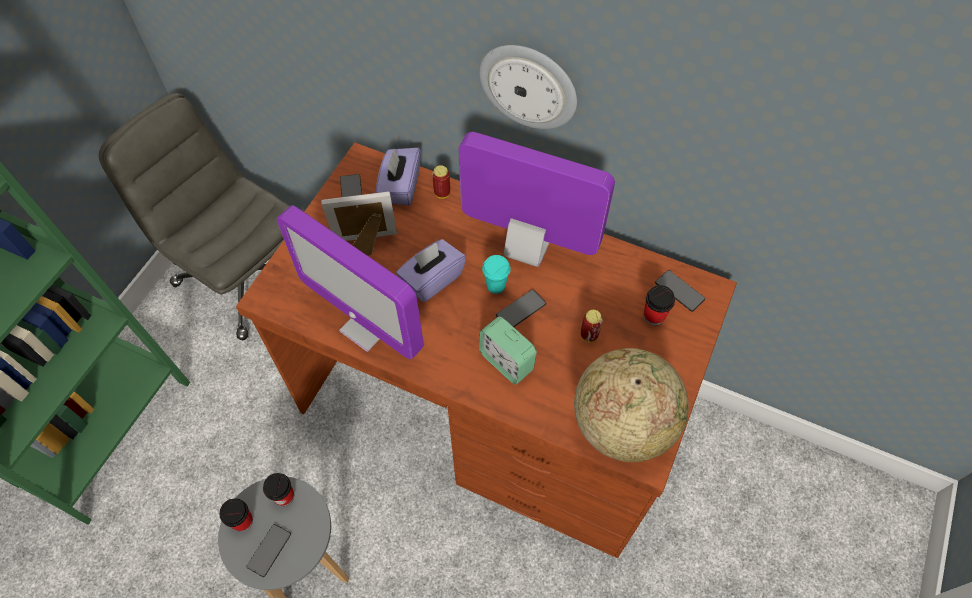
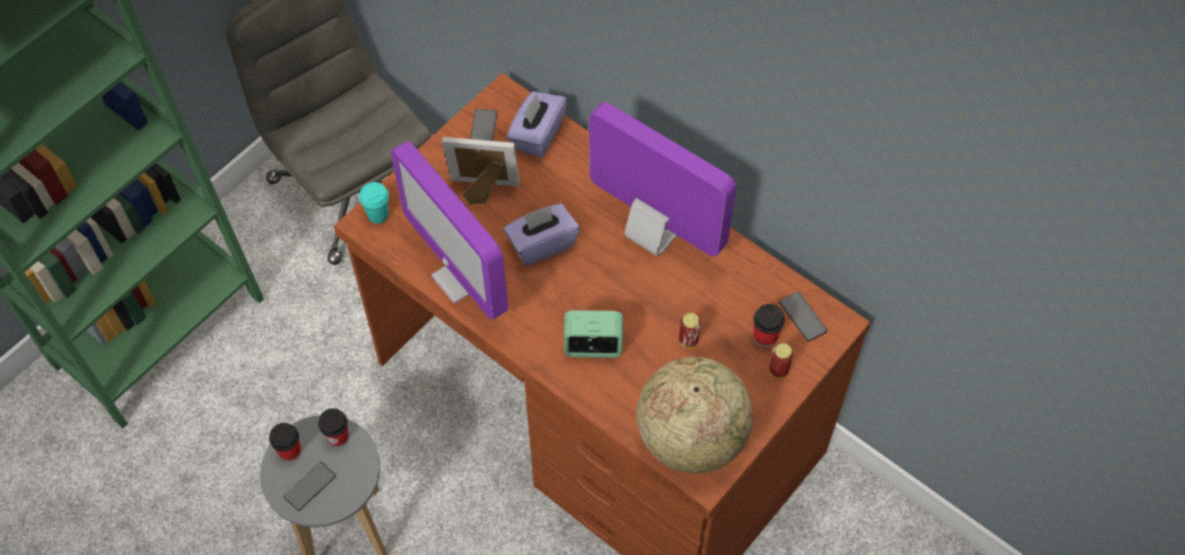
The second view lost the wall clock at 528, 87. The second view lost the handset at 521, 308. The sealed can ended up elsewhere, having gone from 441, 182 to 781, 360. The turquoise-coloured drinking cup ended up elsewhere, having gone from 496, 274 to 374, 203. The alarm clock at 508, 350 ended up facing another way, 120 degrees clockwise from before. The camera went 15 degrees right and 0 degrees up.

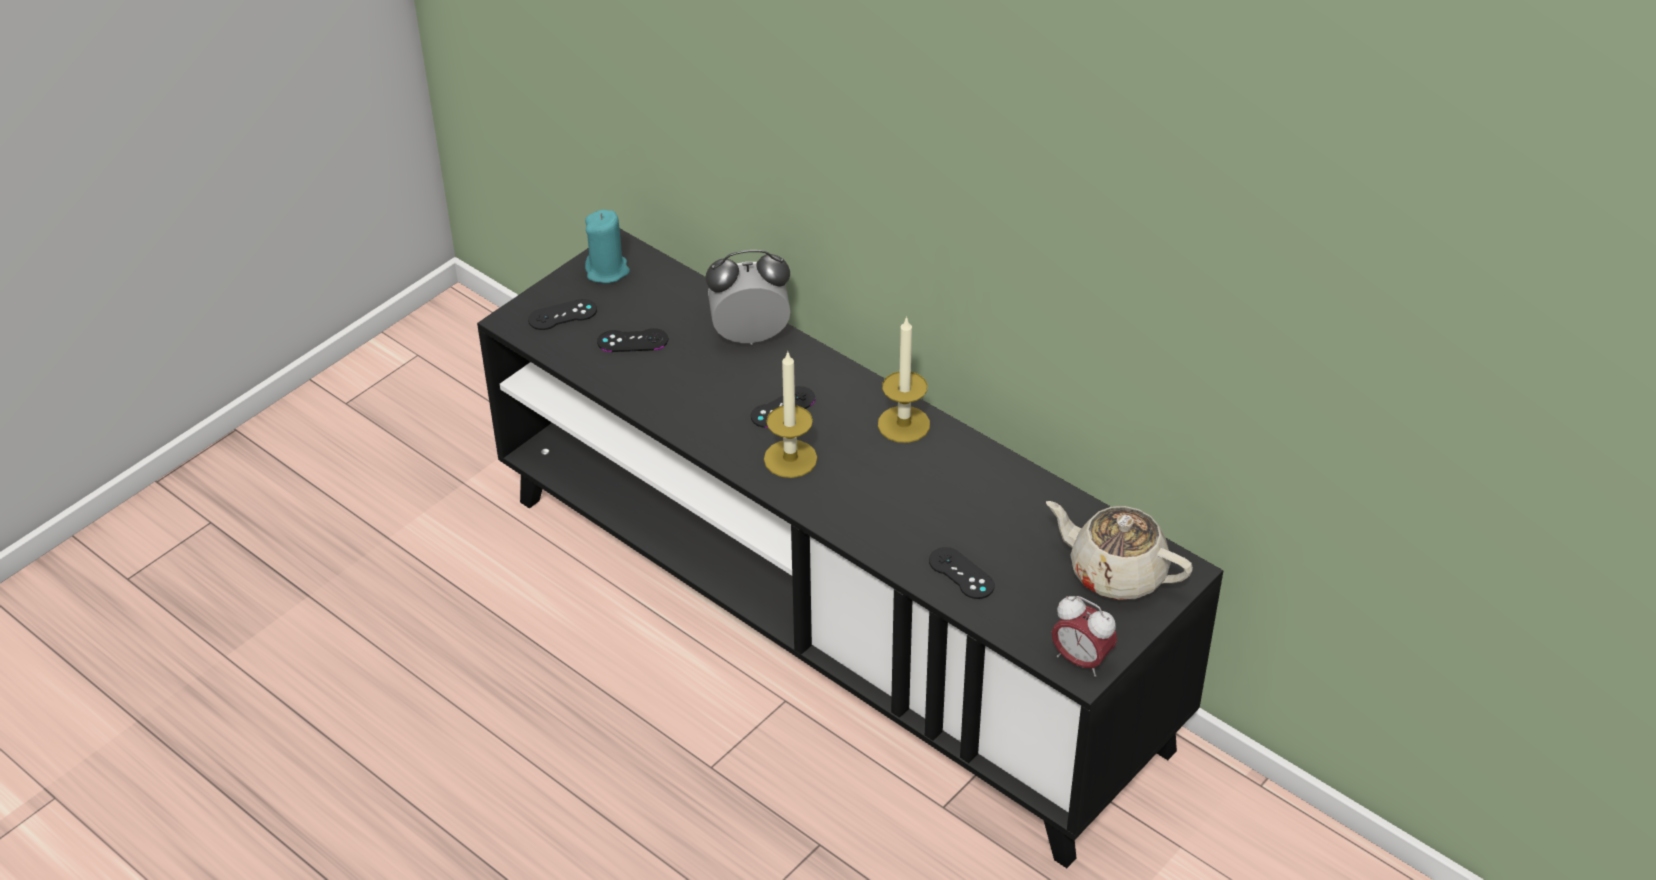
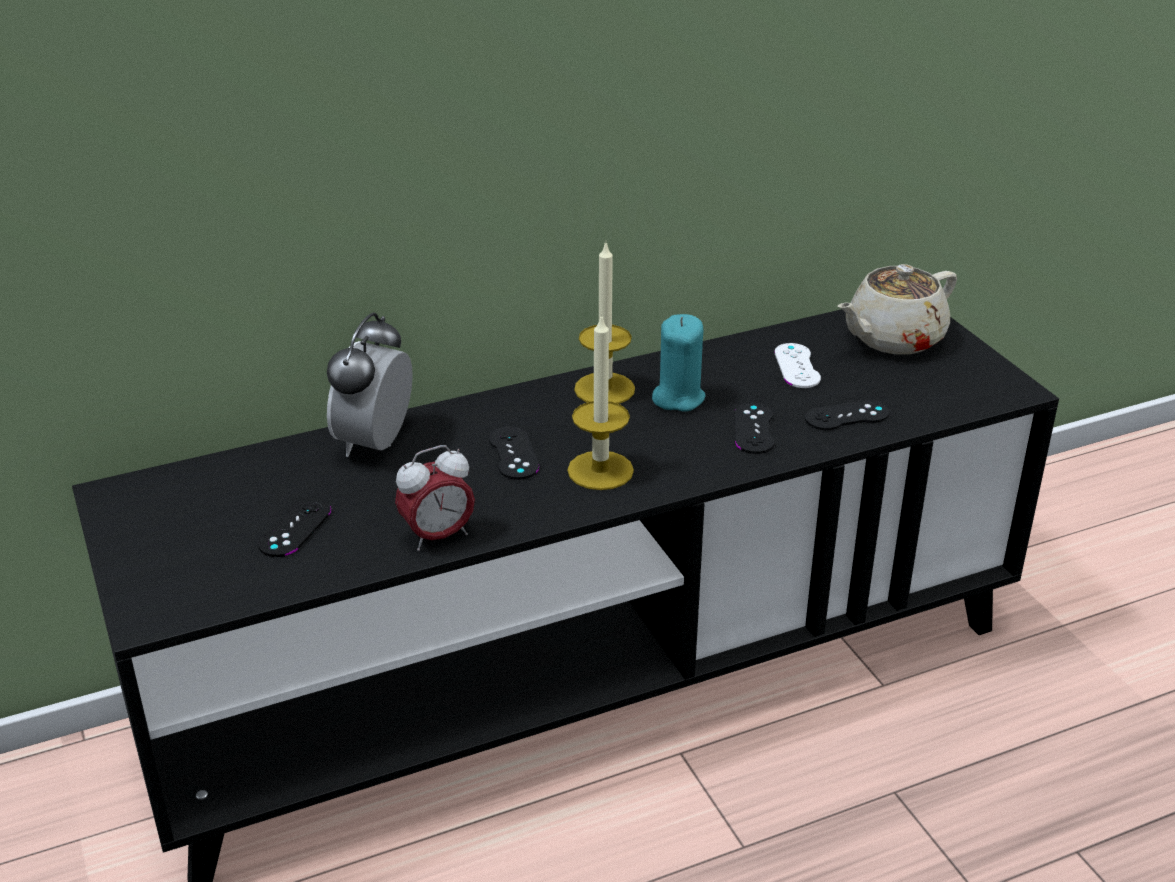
The second view gained the whitish game controller at 797, 365. The black-coloured game controller ended up elsewhere, having gone from 562, 314 to 754, 428. The turquoise-coloured wax light ended up elsewhere, having gone from 607, 246 to 679, 363. The alarm clock ended up elsewhere, having gone from 1084, 636 to 435, 498. The camera went 65 degrees left and 10 degrees down.

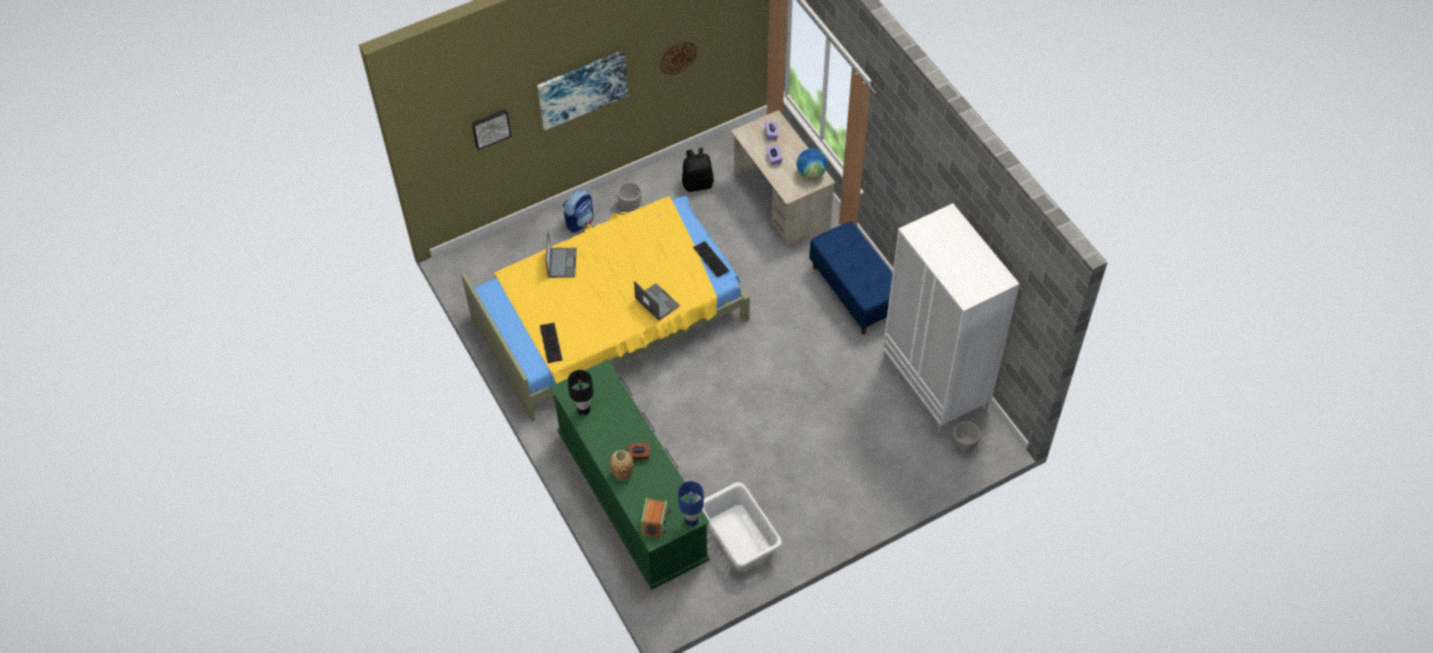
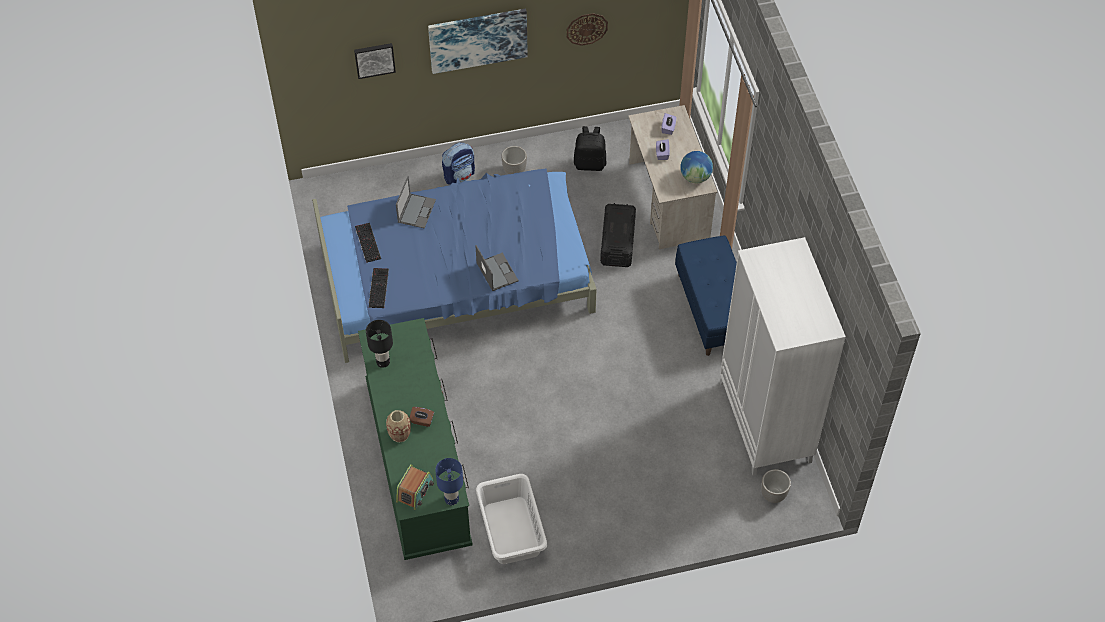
The second view gained the black-coloured storage bin at 618, 235. The keyboard ended up elsewhere, having gone from 711, 259 to 368, 243. What was the yellow bedroom bed at 605, 308 turned into the blue bedroom bed at 454, 265. The camera went 15 degrees right and 0 degrees up.

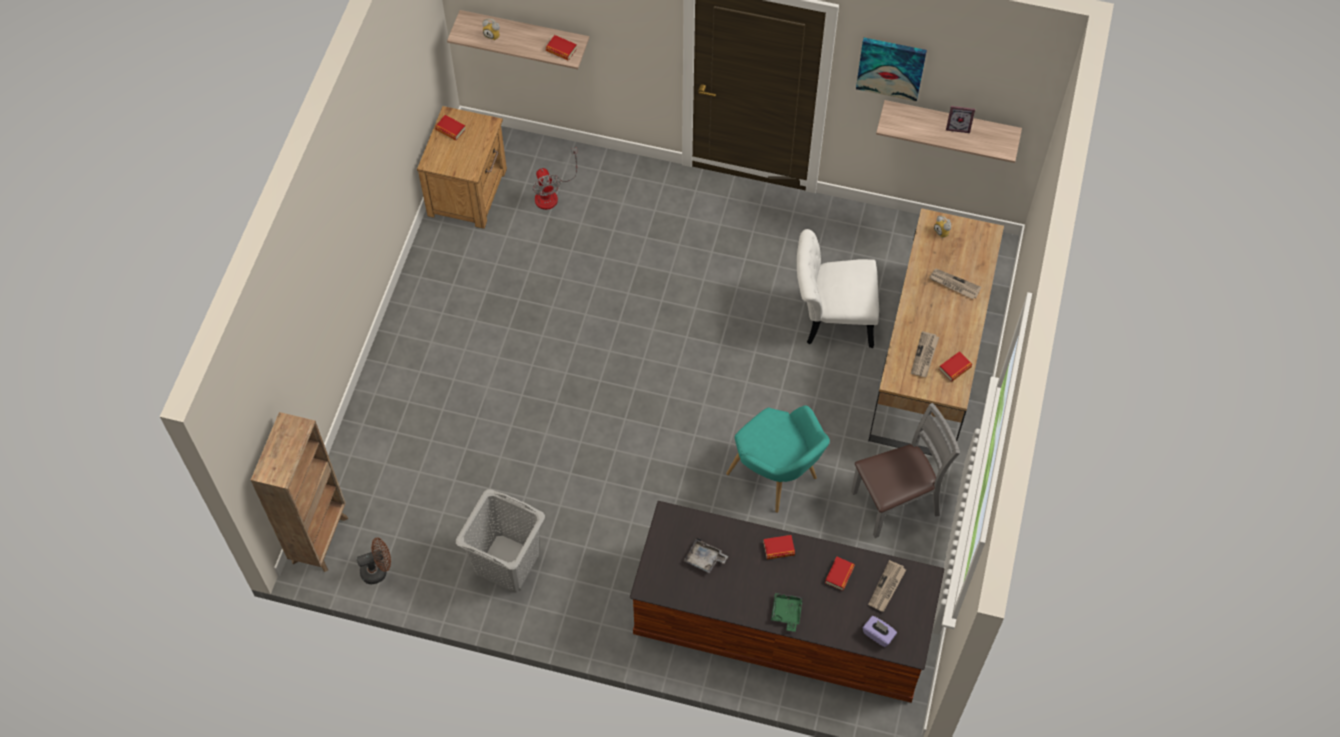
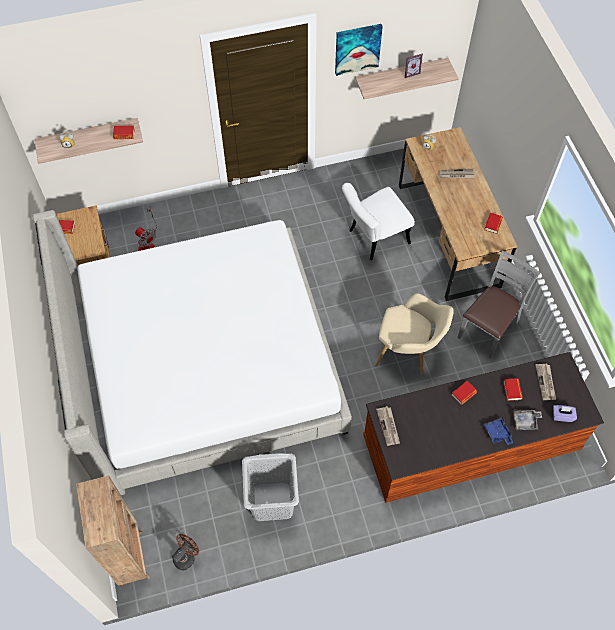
The second view gained the bedroom bed at 192, 352. The greyish carrying tray ended up elsewhere, having gone from 706, 555 to 527, 420. The printed paper ended up elsewhere, having gone from 925, 354 to 388, 426. What was the turquoise-coloured lounge chair at 778, 459 turned into the sand-coloured lounge chair at 414, 333. What was the greenish carrying tray at 787, 612 turned into the blue carrying tray at 498, 431. The camera went 30 degrees left and 0 degrees up.

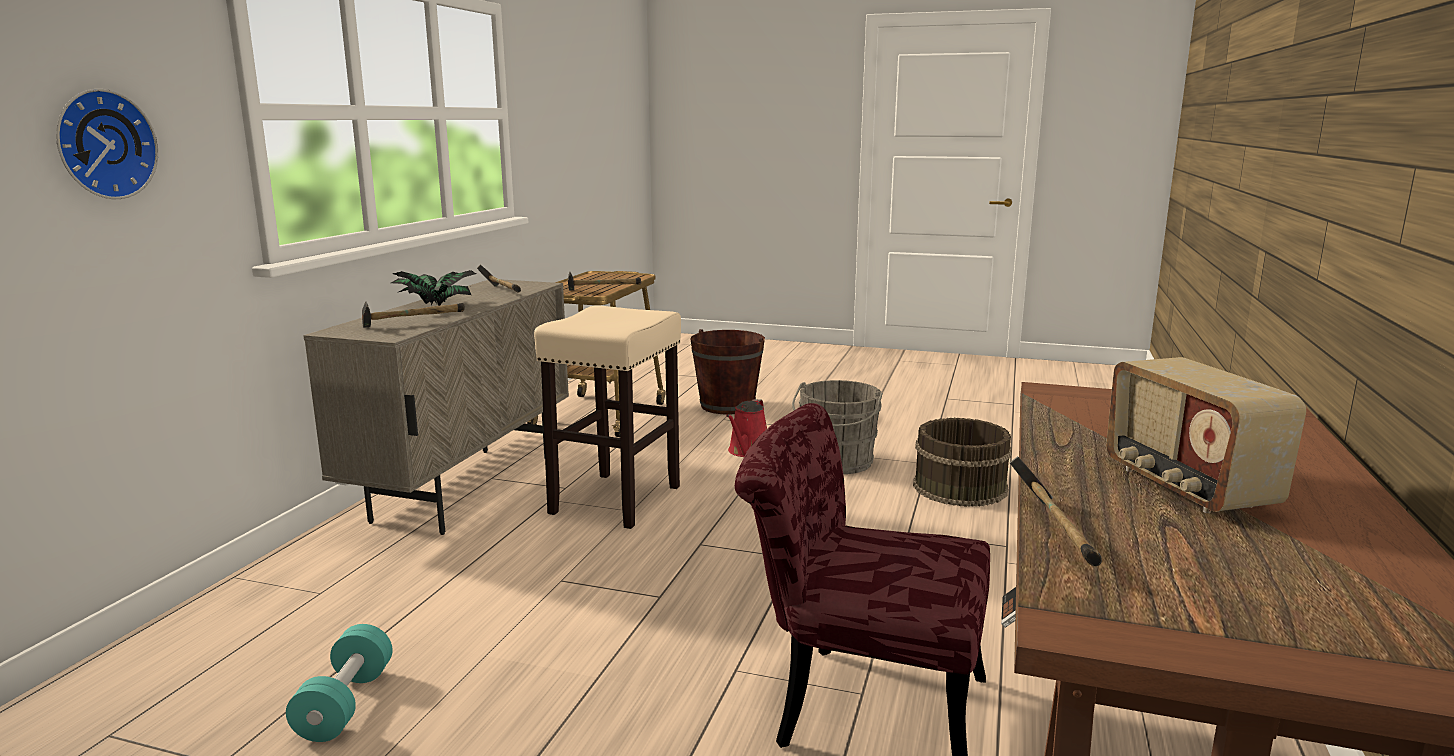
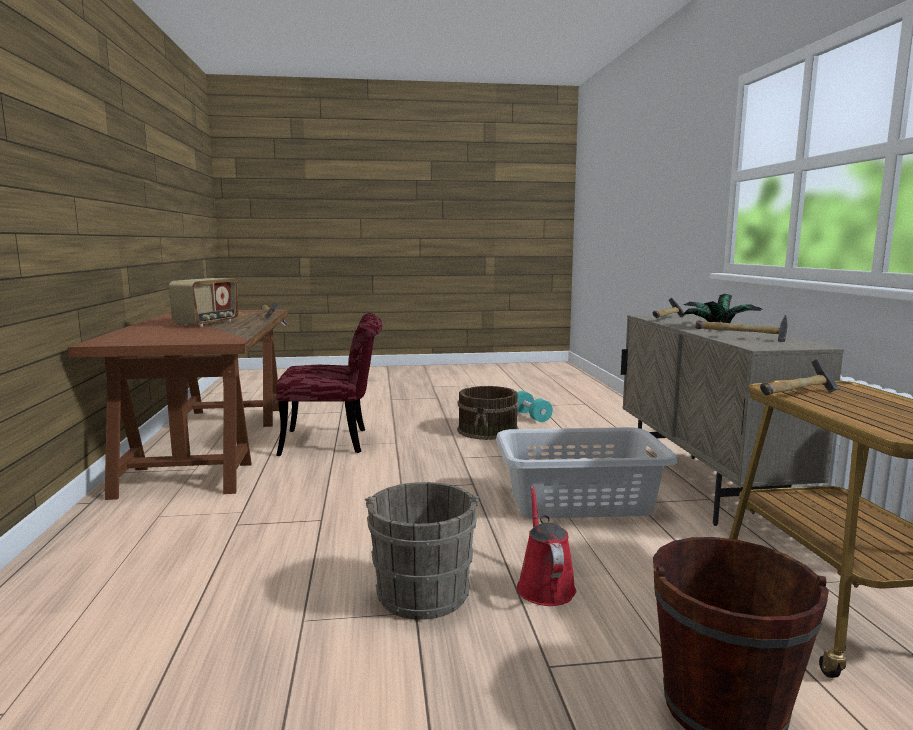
The second view lost the wall clock at 107, 144. The brown-coloured water bucket ended up elsewhere, having gone from 962, 462 to 488, 413. Where the sand-coloured stool seat stood at 607, 417, the greyish washing basket came to stand at 587, 473. The radio set at 1206, 435 ended up facing another way, 60 degrees clockwise from before. The camera went 155 degrees right and 5 degrees down.

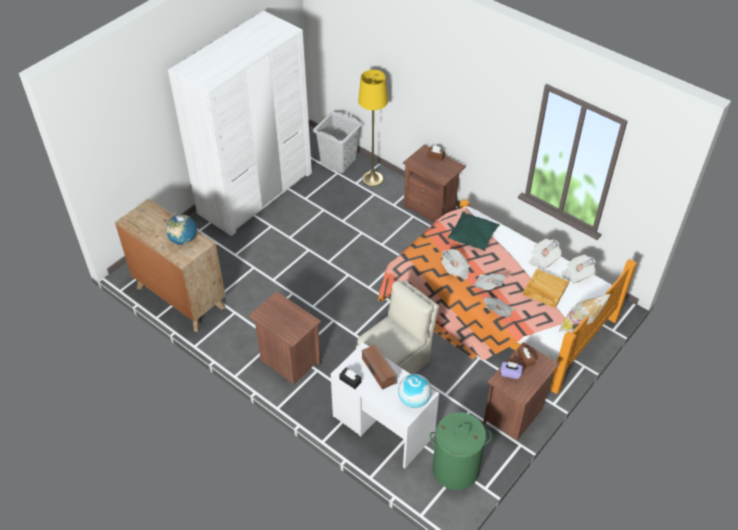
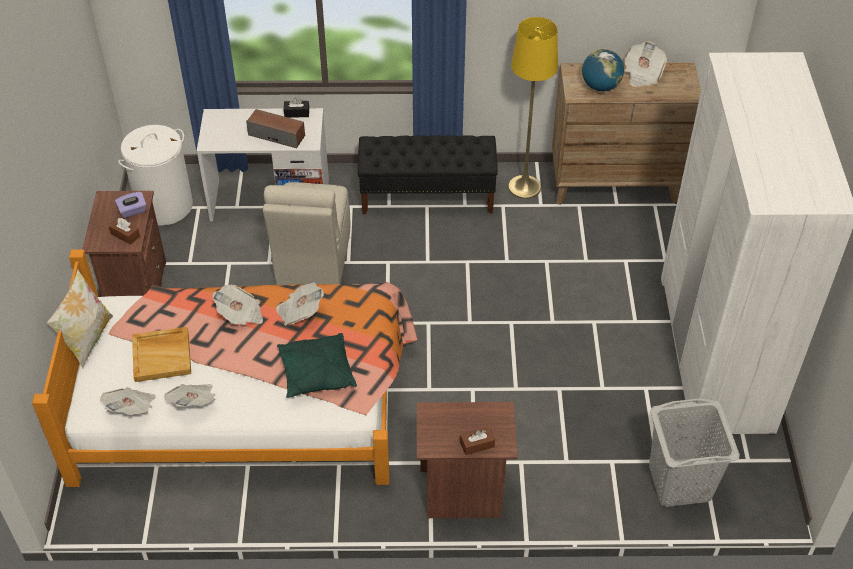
The second view lost the world globe at 415, 391. The yellow standard lamp ended up elsewhere, having gone from 373, 128 to 533, 108. The printed paper ended up elsewhere, having gone from 499, 307 to 645, 64. Where the brown-coloured bedside table stood at 284, 337, the black-coloured bench came to stand at 428, 174. What was the greenish washing basket at 461, 451 turned into the whitish washing basket at 155, 175. The camera went 140 degrees right and 0 degrees up.

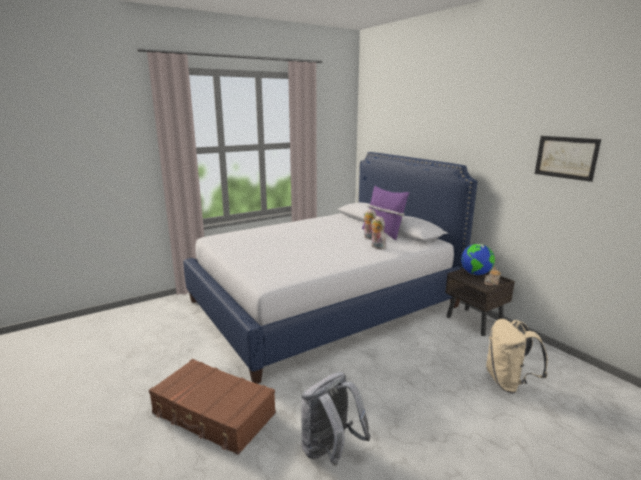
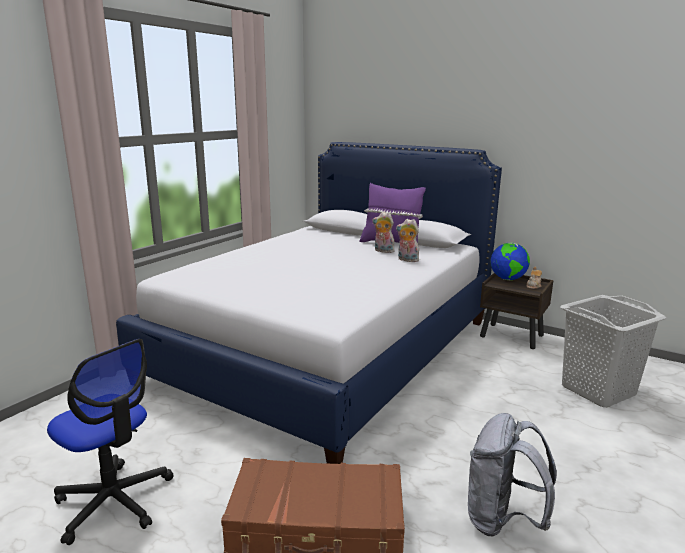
The second view lost the wall art at 568, 159. The second view gained the office chair at 110, 442. Where the sand-coloured backpack stood at 517, 356, the greyish washing basket came to stand at 613, 351. The camera went 25 degrees left and 0 degrees up.

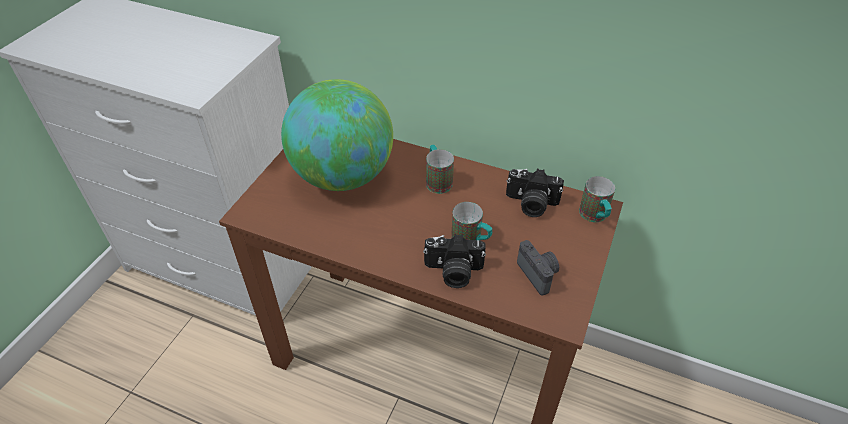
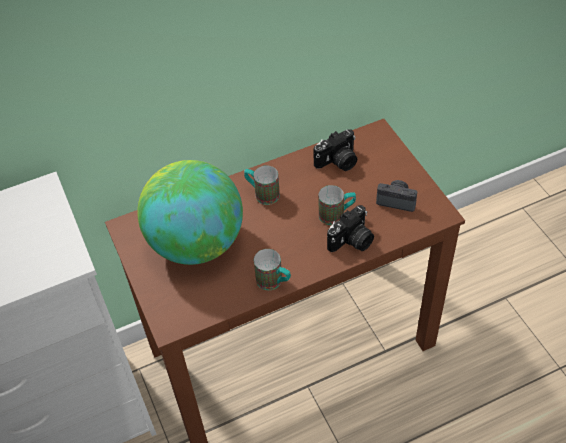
The mug ended up elsewhere, having gone from 597, 199 to 272, 269. The camera went 45 degrees left and 5 degrees up.

